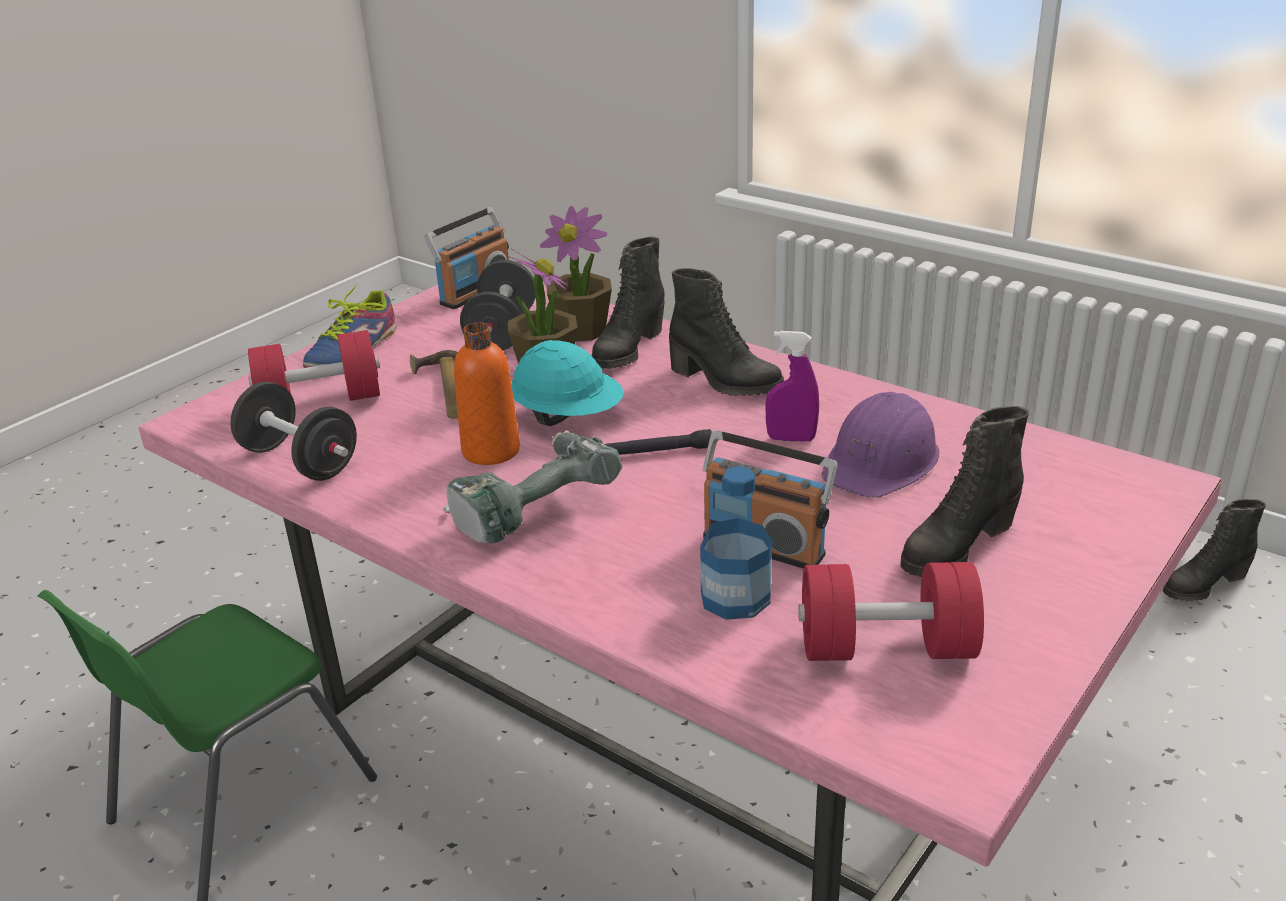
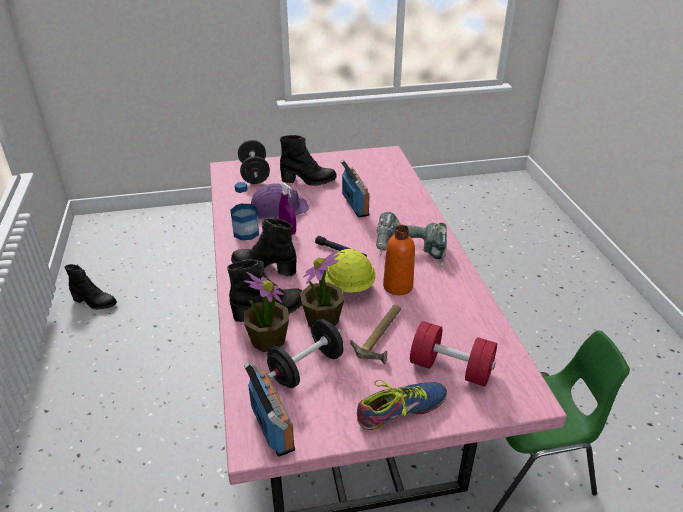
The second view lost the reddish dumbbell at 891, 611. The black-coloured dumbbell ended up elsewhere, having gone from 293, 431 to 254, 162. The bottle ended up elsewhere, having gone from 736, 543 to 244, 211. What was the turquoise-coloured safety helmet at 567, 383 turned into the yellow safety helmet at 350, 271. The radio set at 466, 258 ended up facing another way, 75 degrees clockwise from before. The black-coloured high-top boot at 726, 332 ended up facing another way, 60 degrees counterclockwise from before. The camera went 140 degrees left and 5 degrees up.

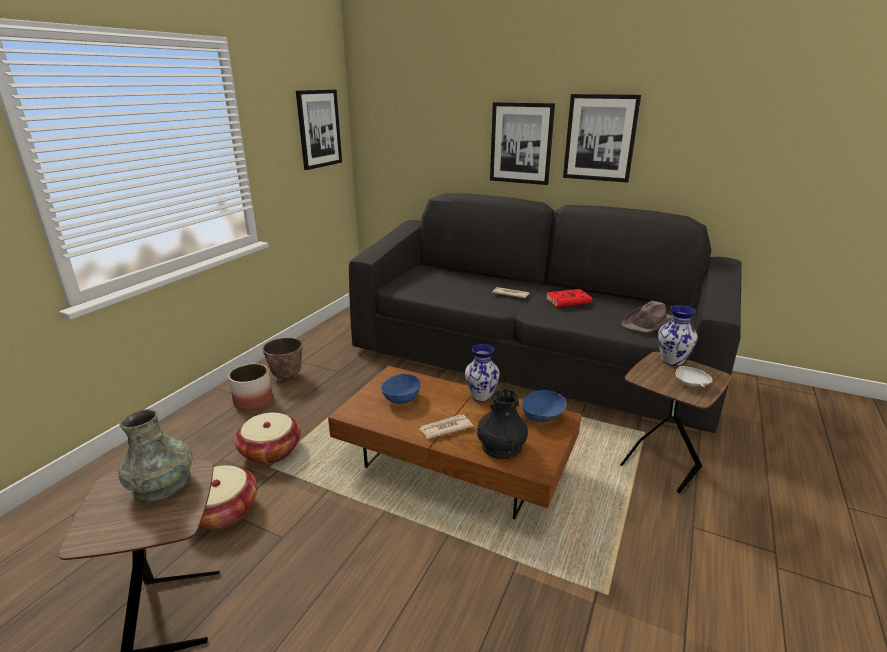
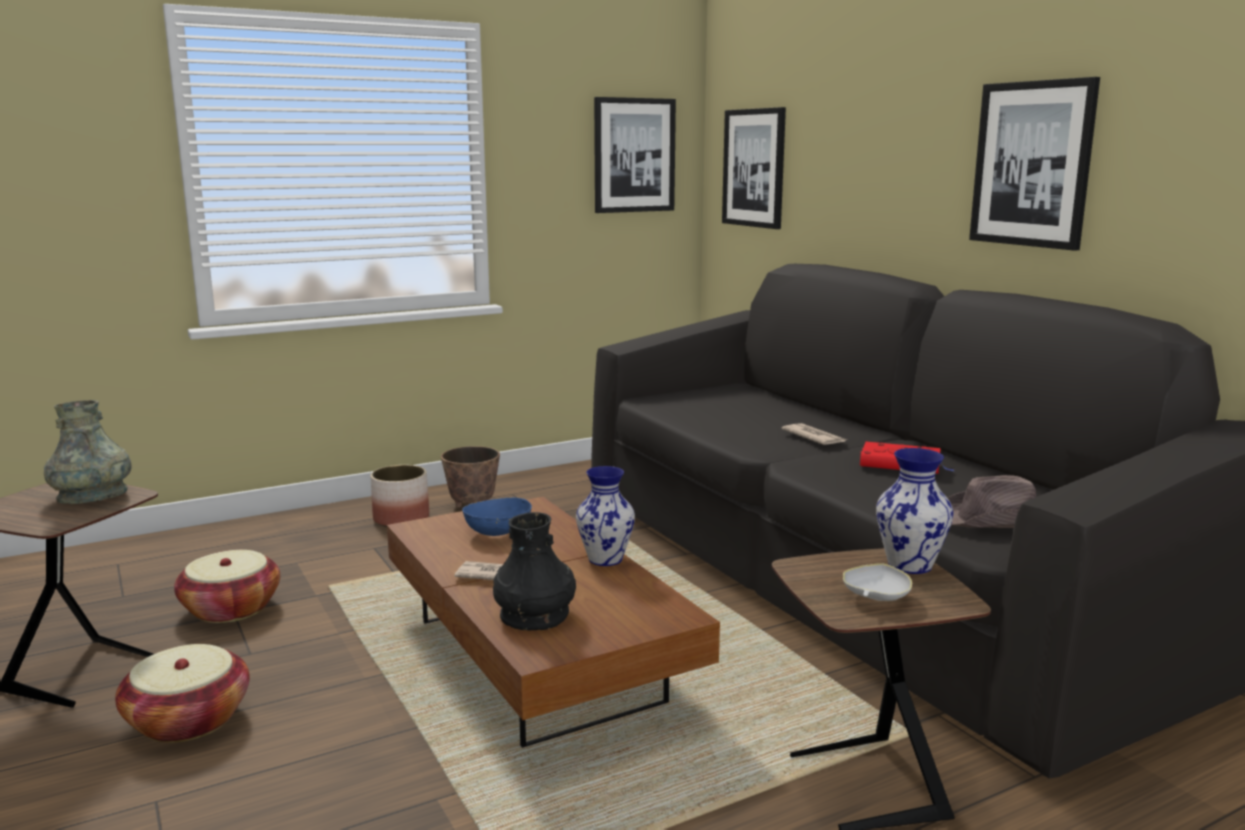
The second view lost the blue bowl at 544, 406. The basket ended up elsewhere, having gone from 267, 438 to 182, 693. The wall art ended up elsewhere, having gone from 522, 143 to 754, 168. The camera went 35 degrees right and 10 degrees down.

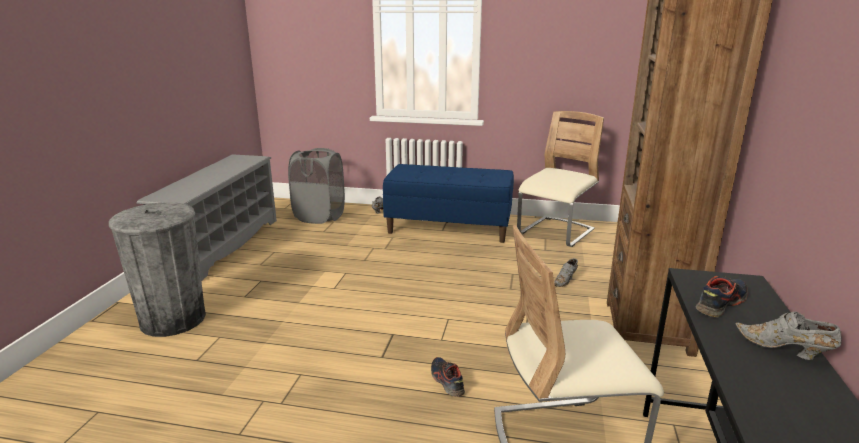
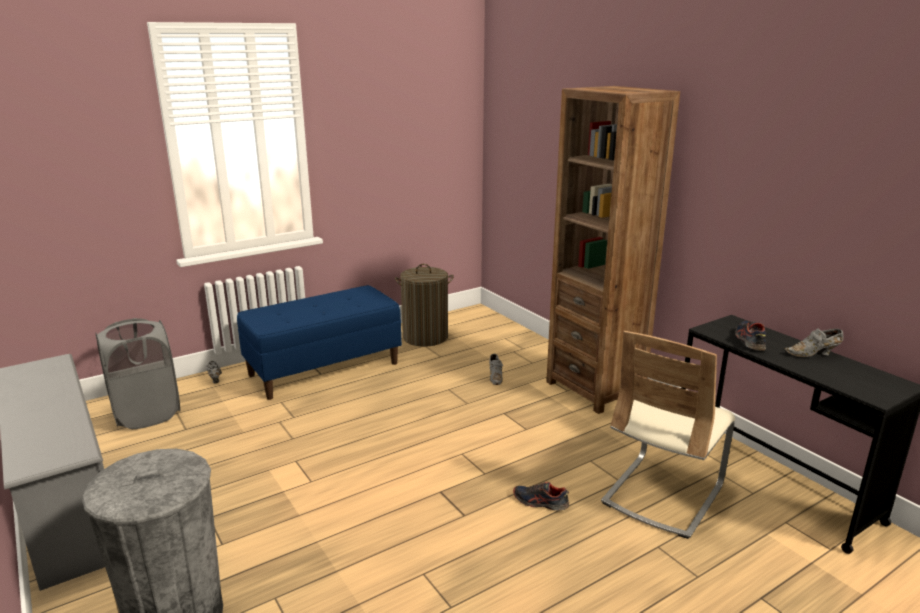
Where the sand-coloured plain chair stood at 560, 179, the washing basket came to stand at 424, 305. The camera went 45 degrees left and 0 degrees up.

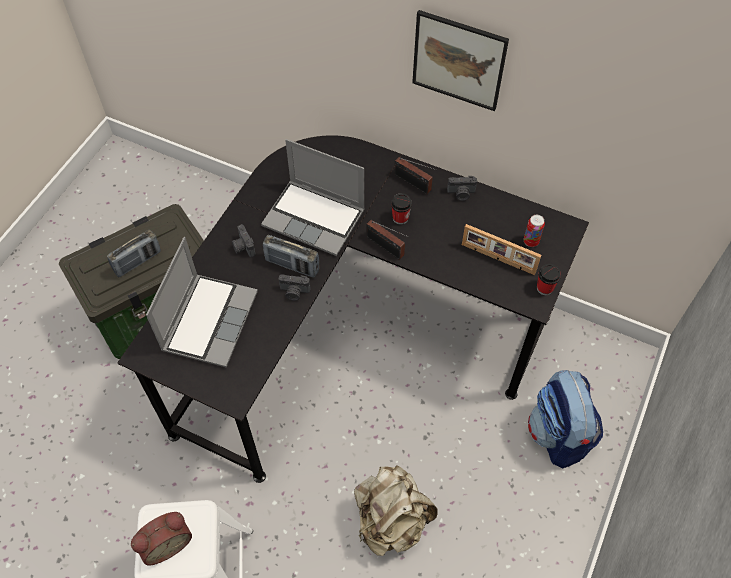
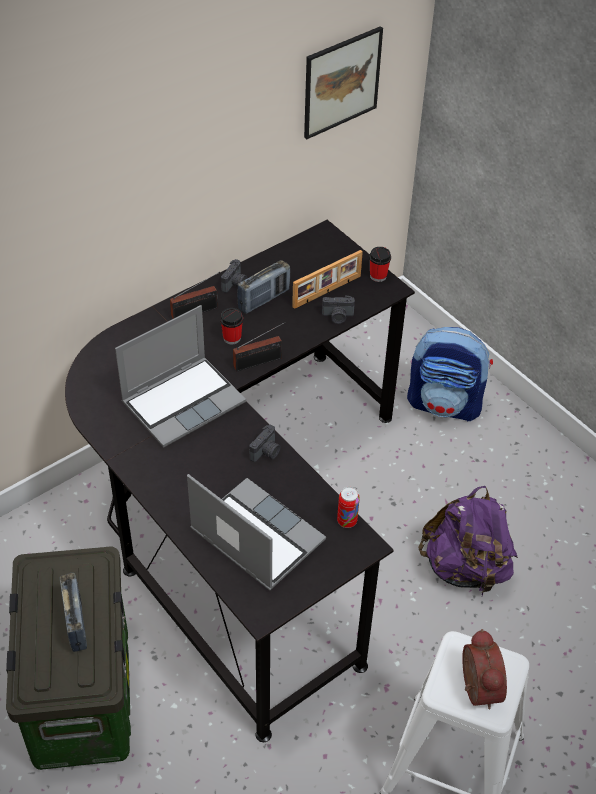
The photo camera ended up elsewhere, having gone from 244, 241 to 338, 310. The radio set ended up elsewhere, having gone from 291, 256 to 263, 287. The wall art ended up elsewhere, having gone from 460, 60 to 343, 82. The sealed can ended up elsewhere, having gone from 534, 231 to 348, 507. What was the sand-coloured backpack at 396, 510 turned into the purplish backpack at 468, 540. The camera went 65 degrees left and 10 degrees down.

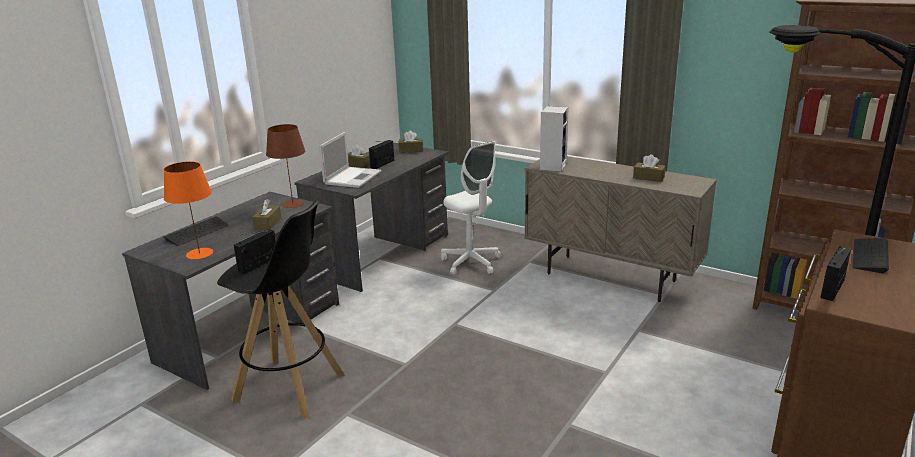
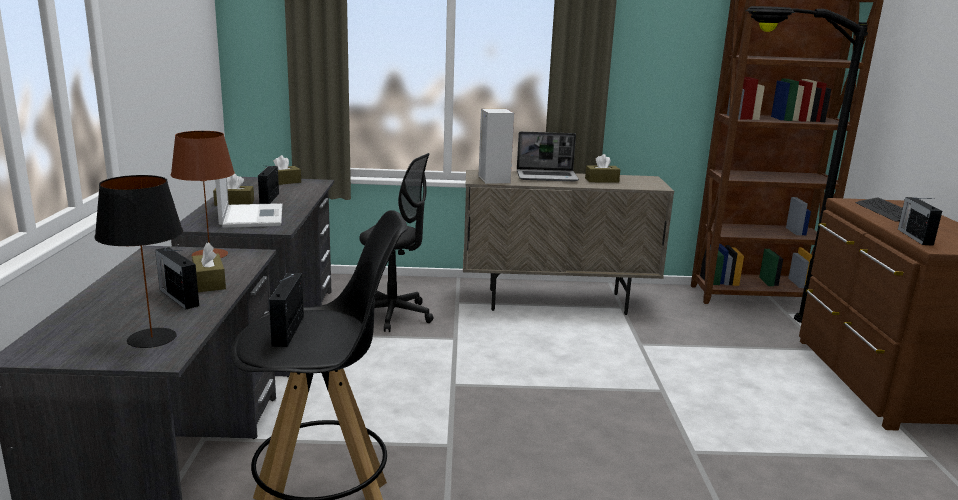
The second view lost the keyboard at 196, 231. The second view gained the radio set at 177, 278. The second view gained the laptop at 548, 156. What was the orangey lamp for a table at 188, 210 turned into the black-coloured lamp for a table at 138, 261. What was the whitish office chair at 471, 208 turned into the black-coloured office chair at 396, 242. The camera went 35 degrees left and 5 degrees down.

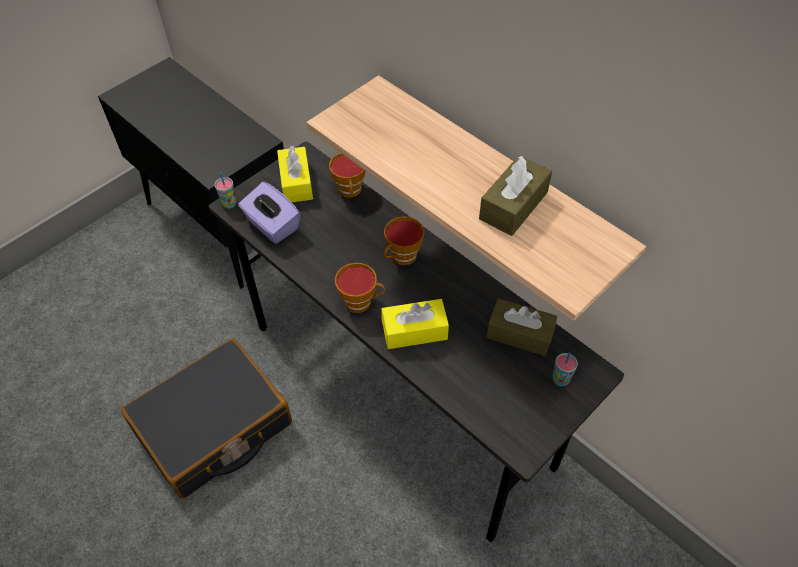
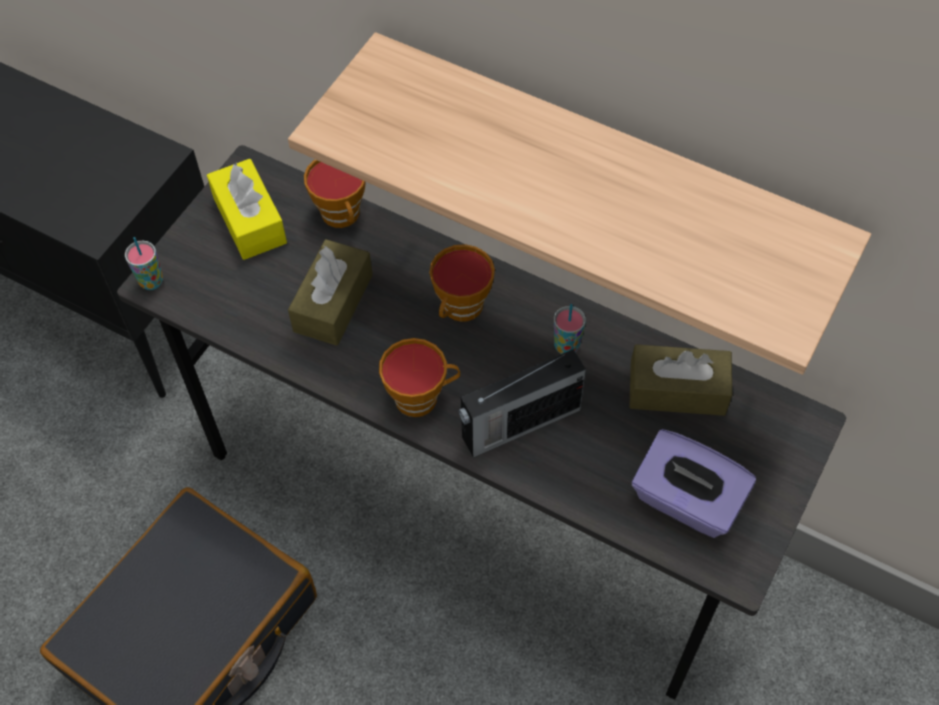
The purplish tissue holder ended up elsewhere, having gone from 269, 213 to 694, 483. The brown-coloured tissue holder ended up elsewhere, having gone from 515, 195 to 330, 292. The drinking cup ended up elsewhere, having gone from 565, 369 to 570, 329. Where the yellow tissue holder stood at 415, 324, the radio set came to stand at 522, 403. The camera went 15 degrees left and 5 degrees up.

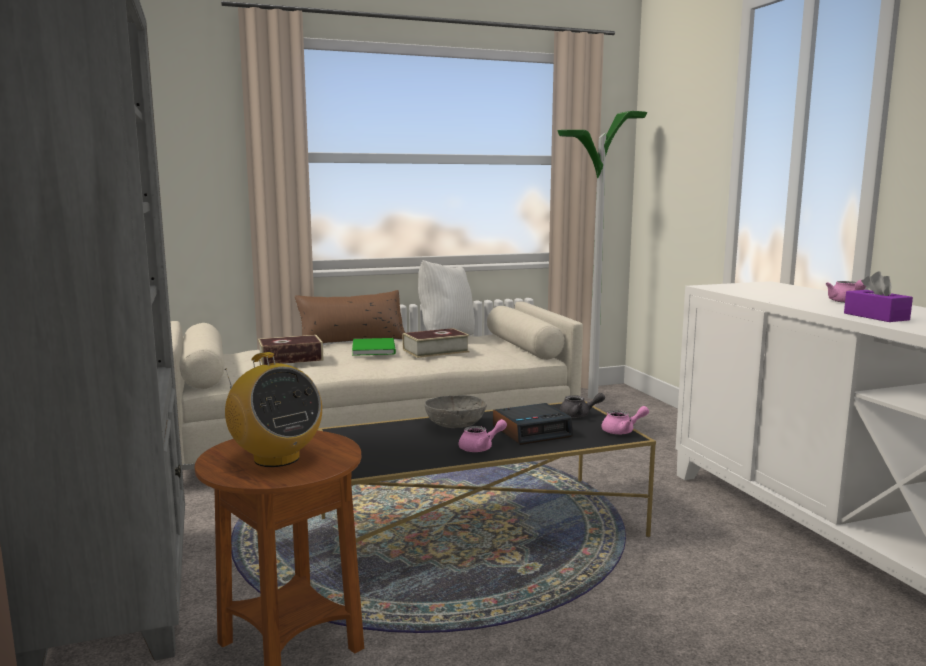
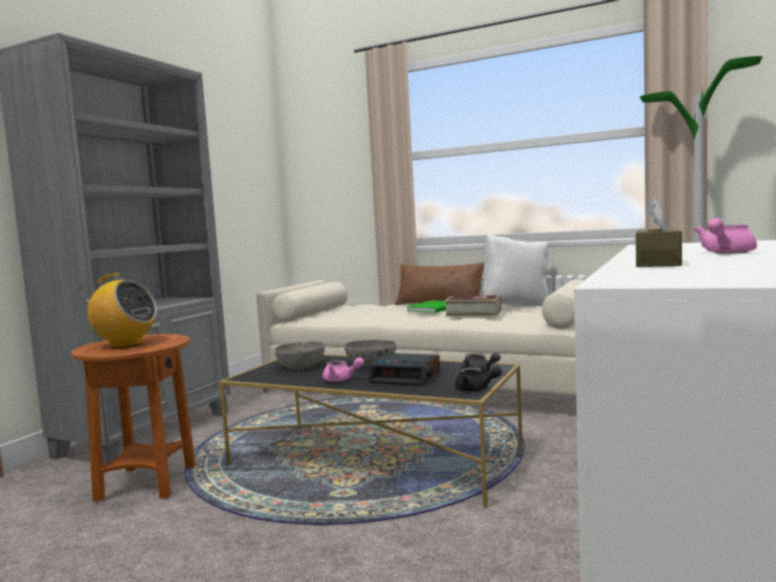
The second view lost the bound book at 290, 350. The second view gained the greyish bowl at 300, 355. What was the pink-coloured tea pot at 625, 420 turned into the black-coloured tea pot at 478, 379. What was the purplish tissue holder at 878, 296 turned into the brown-coloured tissue holder at 659, 233. The radio set at 273, 409 ended up facing another way, 75 degrees counterclockwise from before. The camera went 45 degrees right and 5 degrees down.

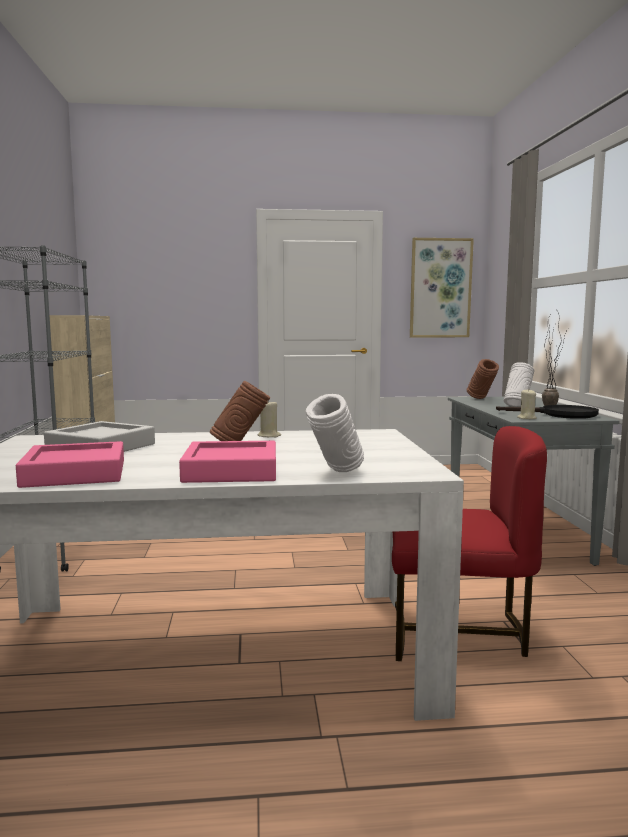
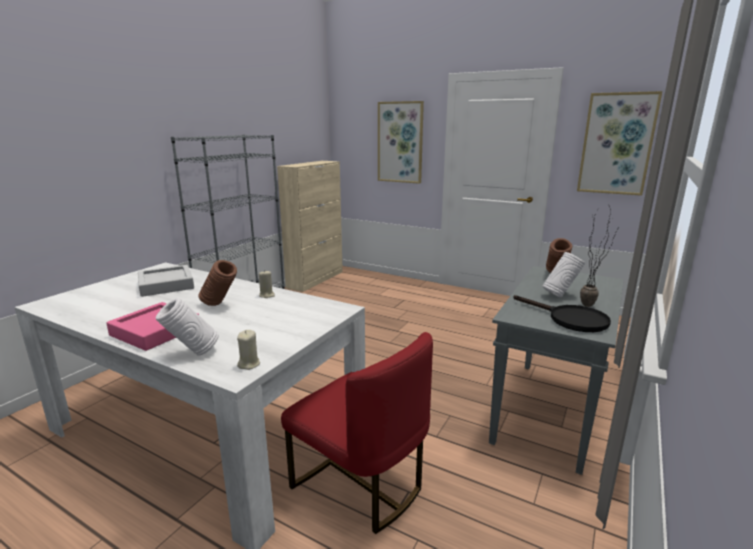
The second view lost the pink-coloured carrying tray at 70, 464. The second view gained the wall art at 401, 142. The sand-coloured wax light ended up elsewhere, having gone from 526, 404 to 248, 350. The camera went 35 degrees right and 10 degrees up.

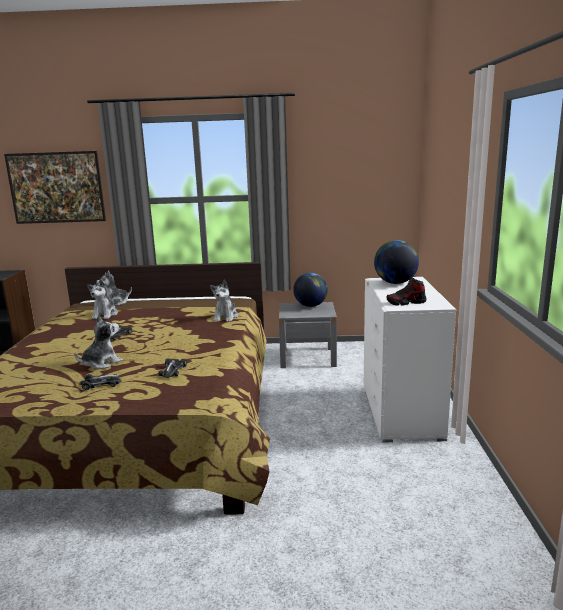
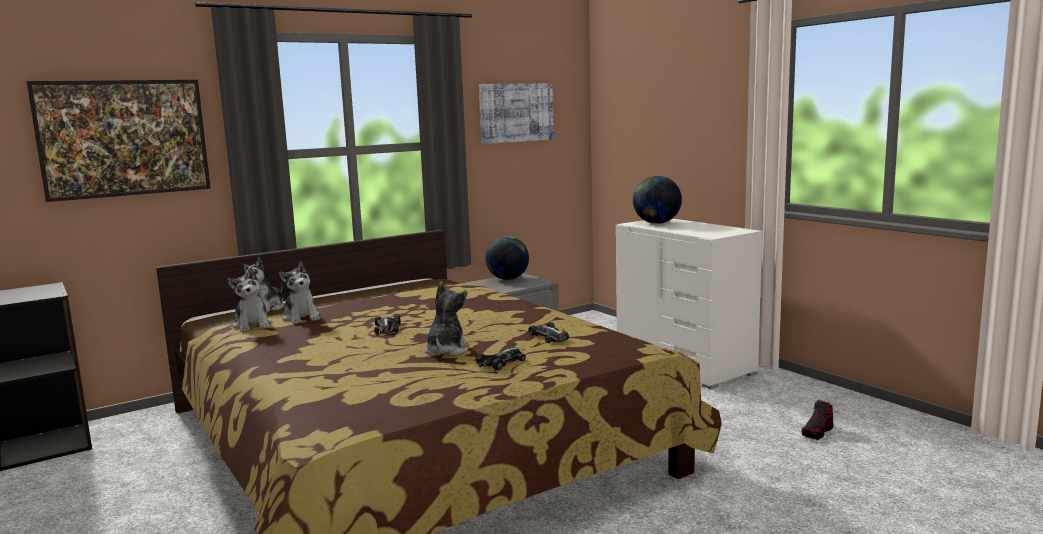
The second view gained the wall art at 516, 113. The cuddly toy ended up elsewhere, having gone from 224, 301 to 249, 299. The low shoe ended up elsewhere, having gone from 406, 291 to 818, 420. The camera went 35 degrees left and 5 degrees down.

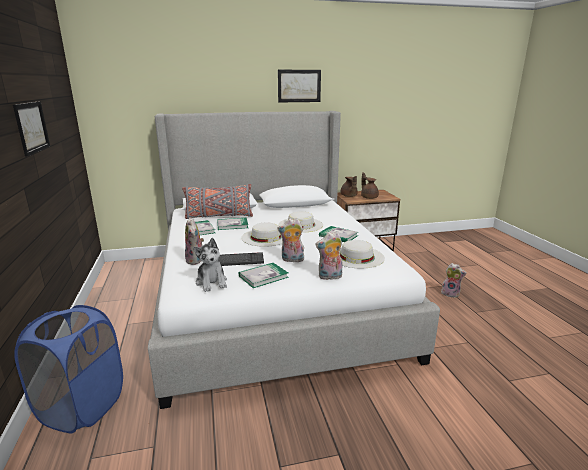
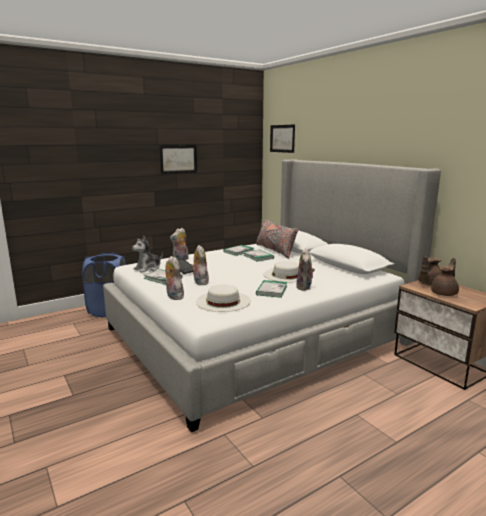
The second view lost the whitish hat at 261, 235. The wall art ended up elsewhere, having gone from 299, 86 to 282, 138. The cuddly toy ended up elsewhere, having gone from 454, 280 to 305, 269. The camera went 70 degrees right and 5 degrees down.

